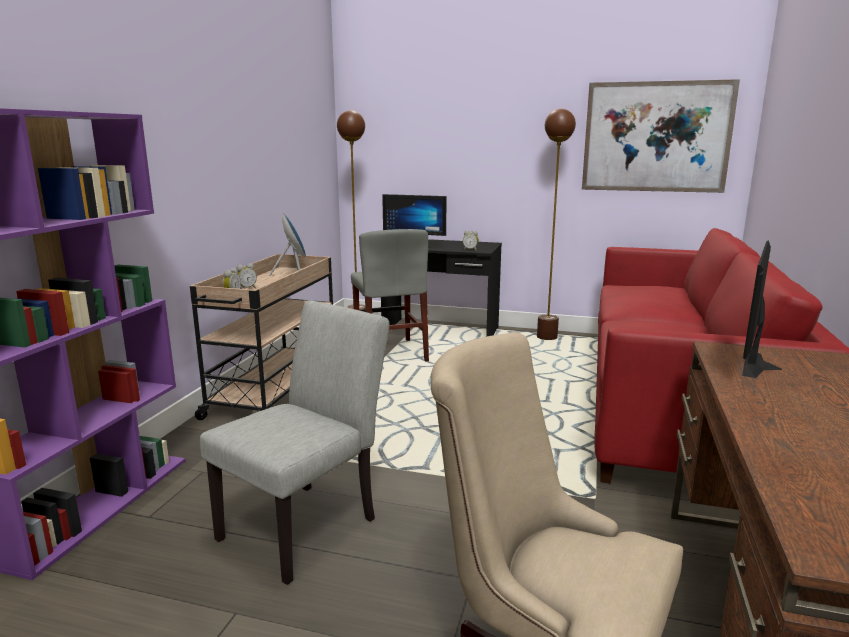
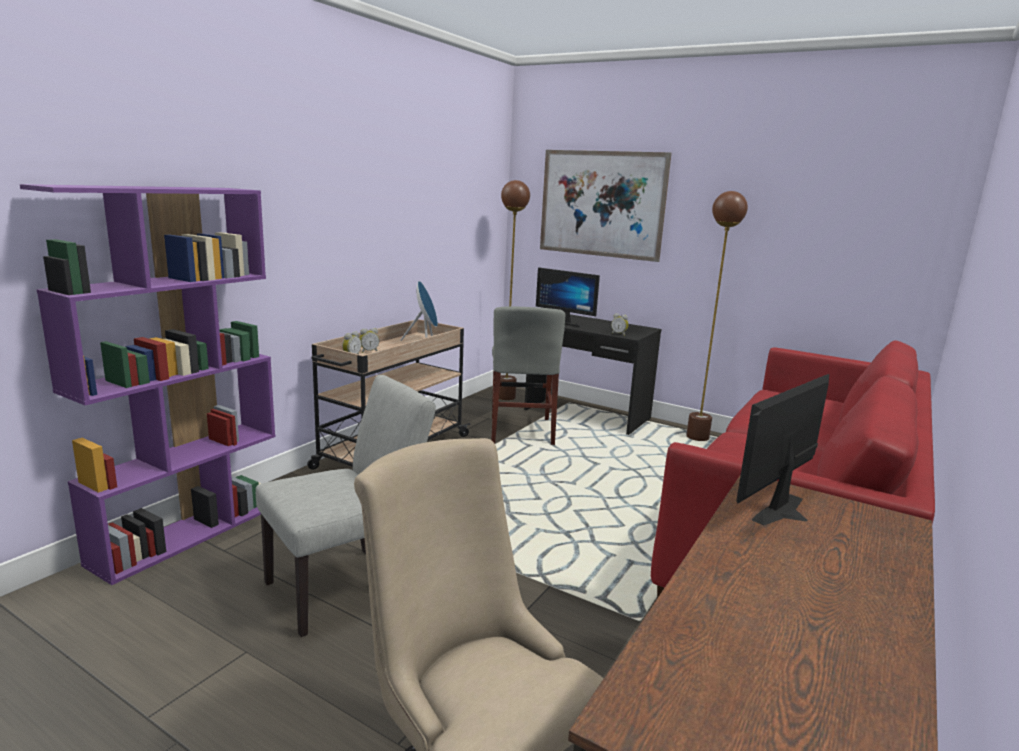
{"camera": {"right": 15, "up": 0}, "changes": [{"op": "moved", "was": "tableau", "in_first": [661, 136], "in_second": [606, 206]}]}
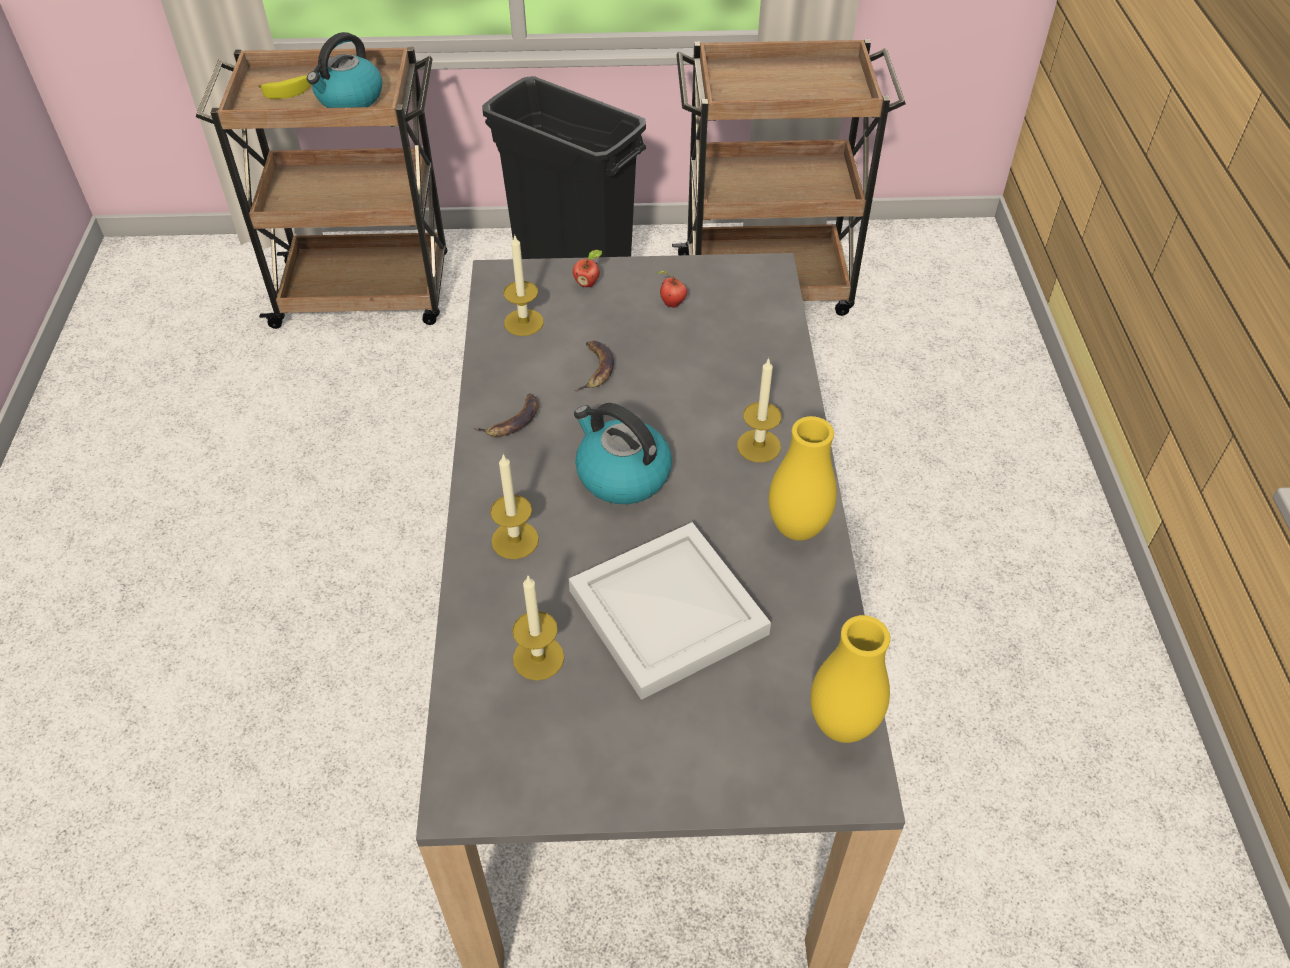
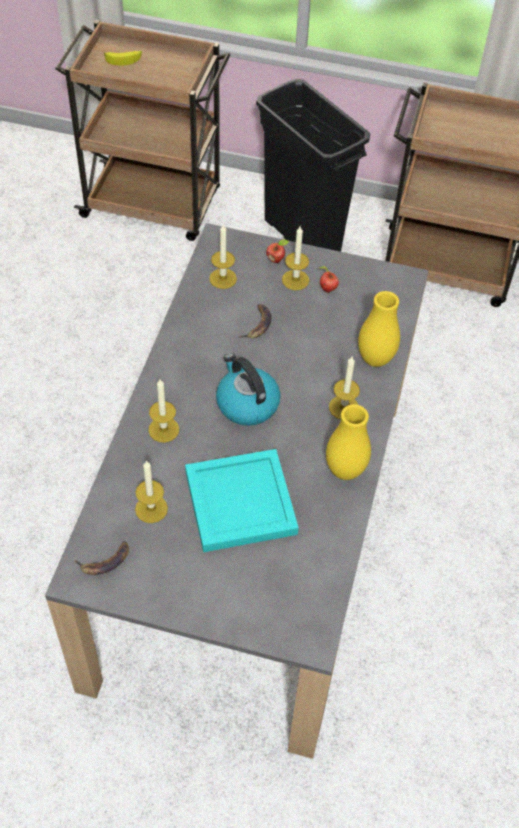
{"camera": {"right": 15, "up": 5}, "changes": [{"op": "removed", "was": "bouilloire", "in_first": [345, 70]}, {"op": "moved", "was": "banane", "in_first": [506, 415], "in_second": [101, 558]}, {"op": "recoloured", "was": "plateau/blanc", "now": "plateau/turquoise", "in_first": [670, 611], "in_second": [242, 500]}, {"op": "moved", "was": "vase/jaune", "in_first": [850, 679], "in_second": [379, 329]}, {"op": "added", "now": "bougie", "in_second": [295, 258]}]}
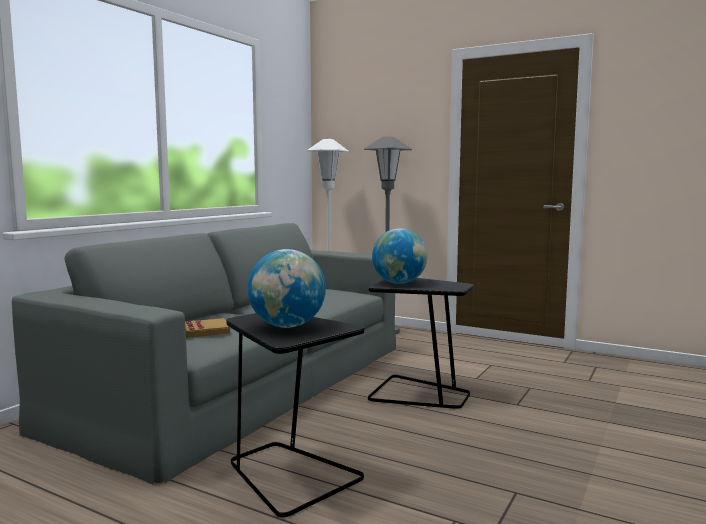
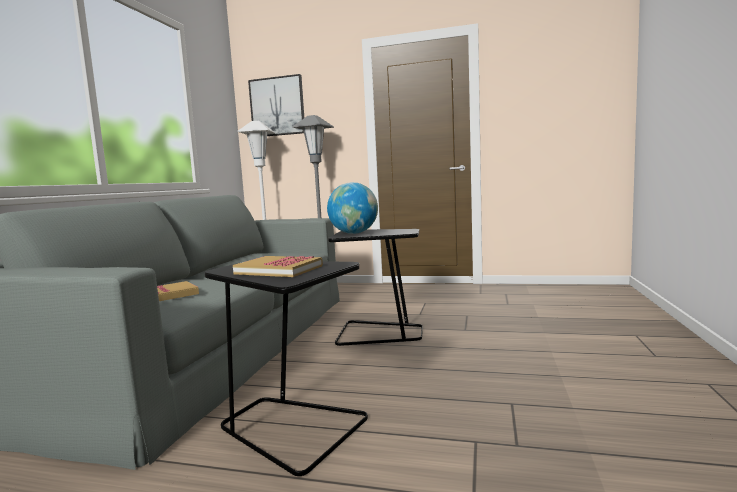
{"camera": {"right": -15, "up": 0}, "changes": [{"op": "replaced", "was": "globe", "now": "livre", "in_first": [286, 288], "in_second": [278, 266]}, {"op": "added", "now": "tableau", "in_second": [276, 105]}]}
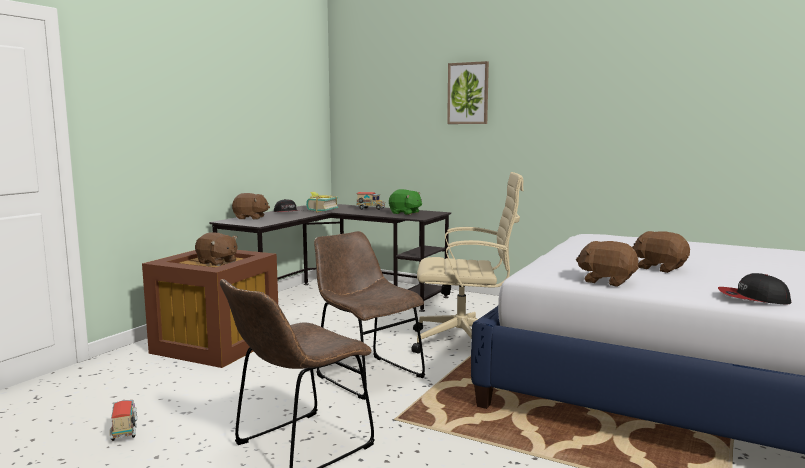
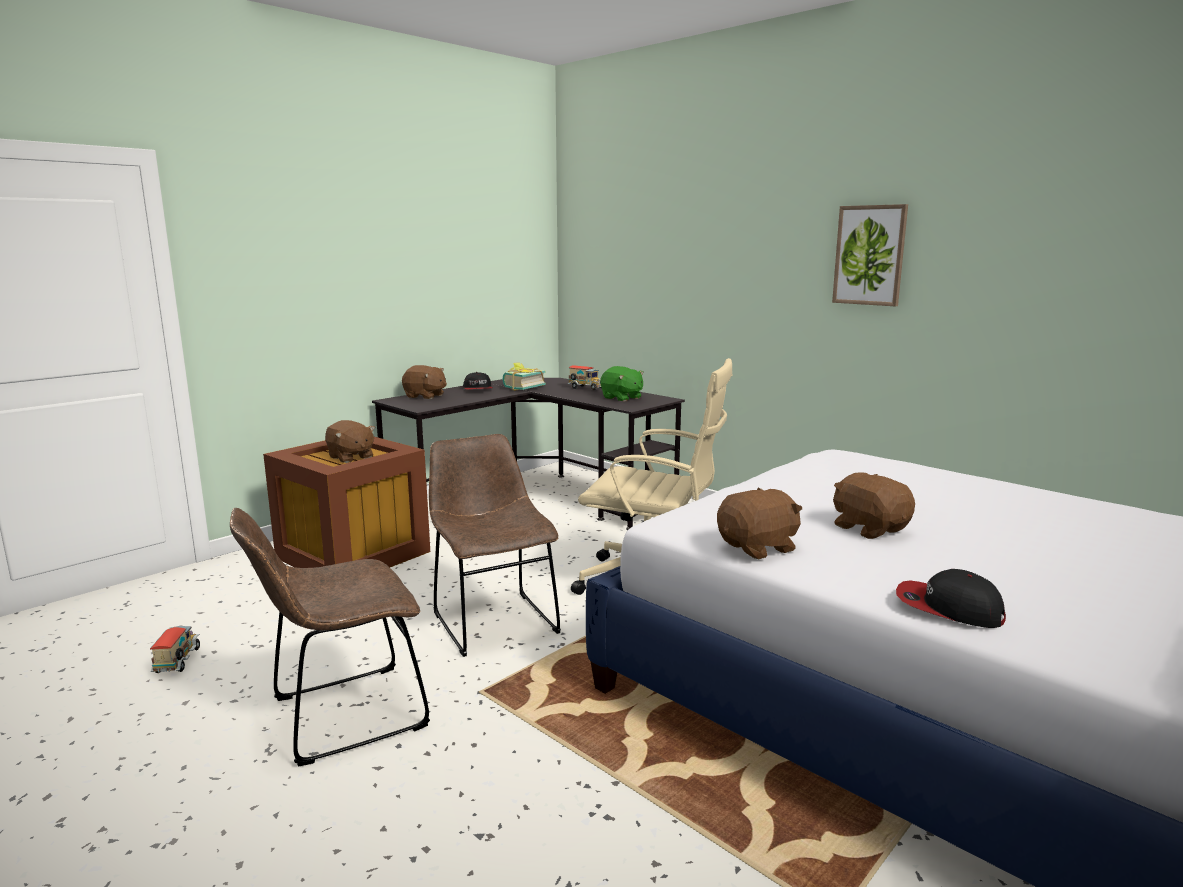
{"camera": {"right": 15, "up": 5}, "changes": [{"op": "moved", "was": "tableau", "in_first": [468, 92], "in_second": [870, 255]}, {"op": "turned", "was": "peluche/marron", "in_first": [607, 263], "in_second": [759, 523], "clockwise": 105}]}
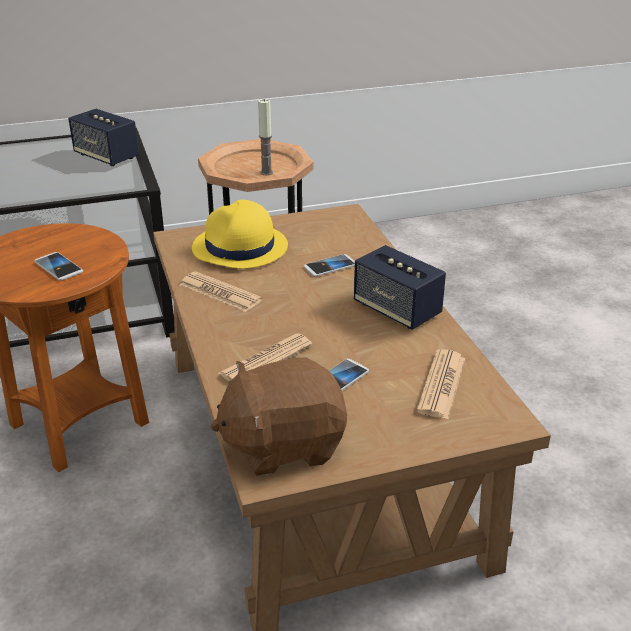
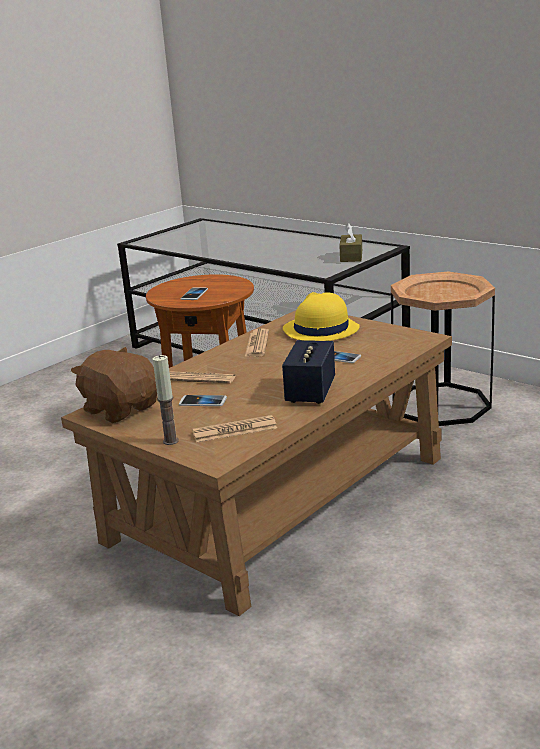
{"camera": {"right": 60, "up": -10}, "changes": [{"op": "replaced", "was": "enceinte", "now": "boîte à mouchoirs/marron", "in_first": [103, 137], "in_second": [350, 242]}, {"op": "moved", "was": "bougie", "in_first": [265, 137], "in_second": [165, 400]}]}
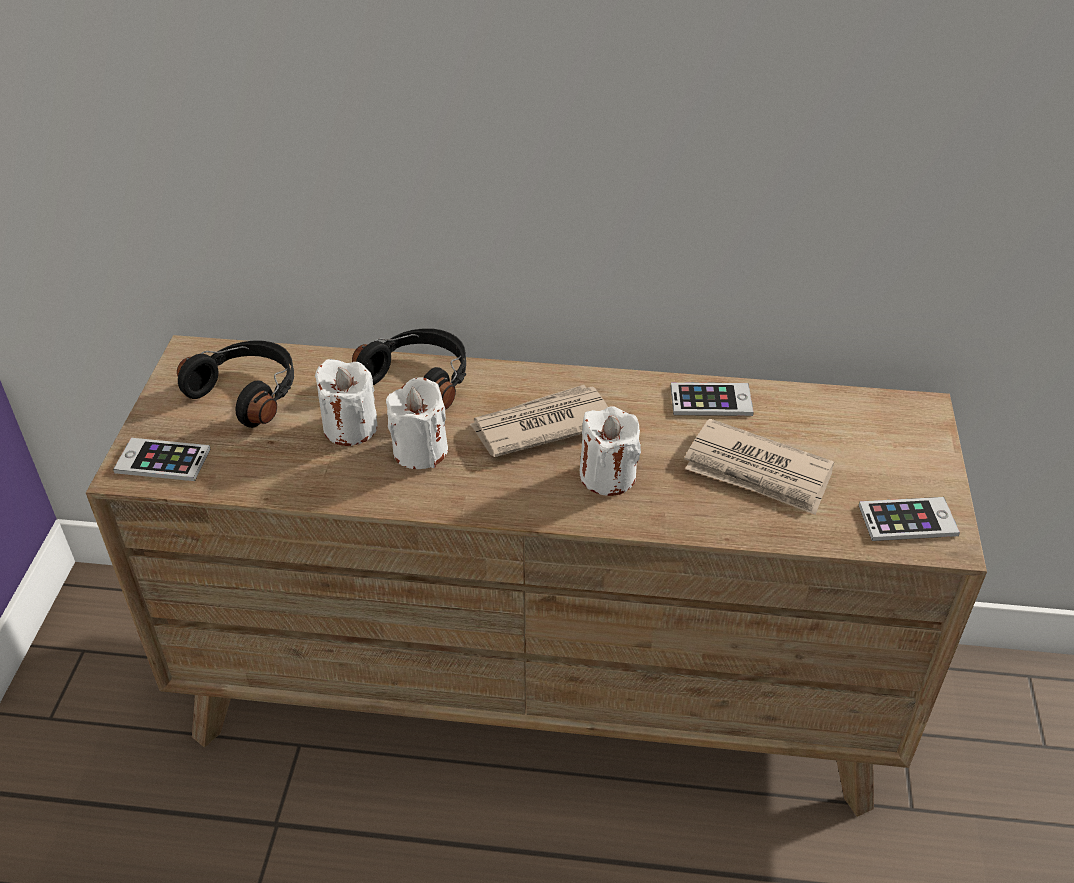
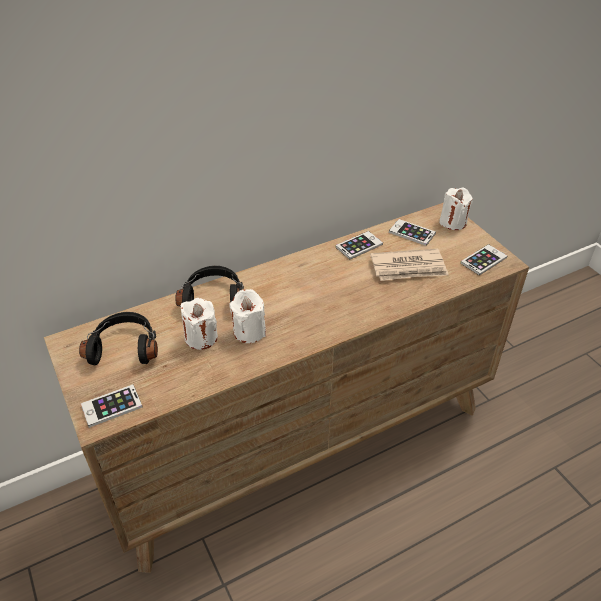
{"camera": {"right": -35, "up": 0}, "changes": [{"op": "removed", "was": "journal", "in_first": [538, 421]}, {"op": "moved", "was": "bougie/blanc", "in_first": [610, 451], "in_second": [456, 209]}, {"op": "added", "now": "téléphone", "in_second": [412, 232]}]}
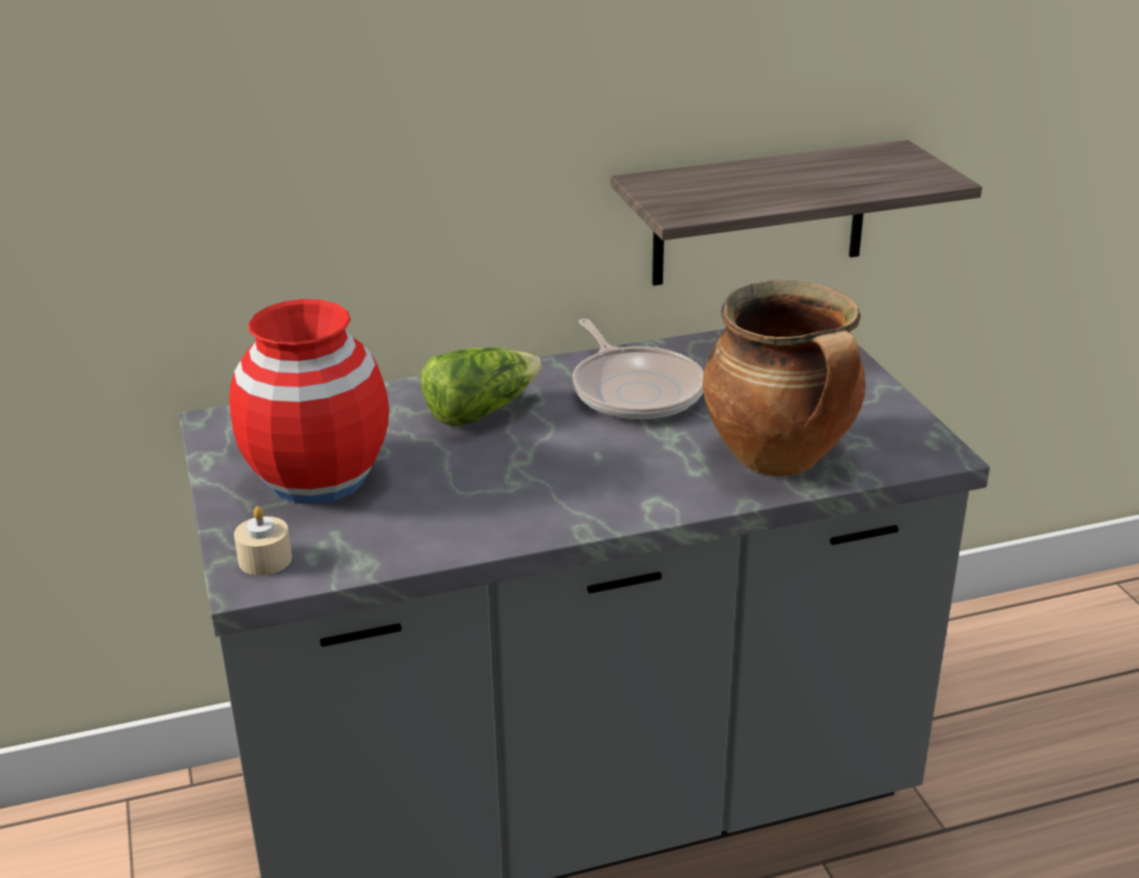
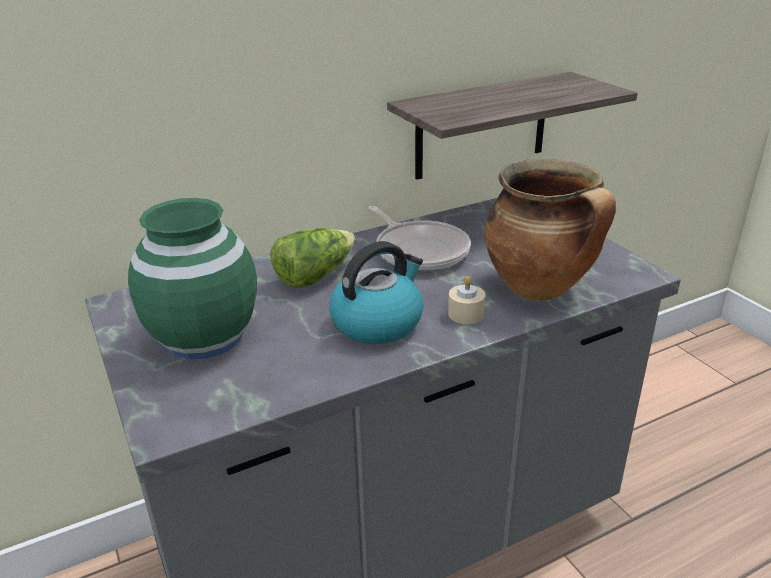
{"camera": {"right": -10, "up": 0}, "changes": [{"op": "recoloured", "was": "vase/rouge", "now": "vase/vert", "in_first": [309, 401], "in_second": [192, 278]}, {"op": "moved", "was": "bougie/beige", "in_first": [263, 541], "in_second": [467, 300]}, {"op": "added", "now": "bouilloire", "in_second": [376, 292]}]}
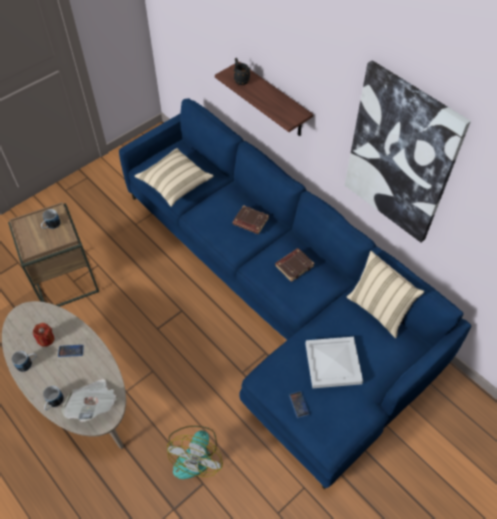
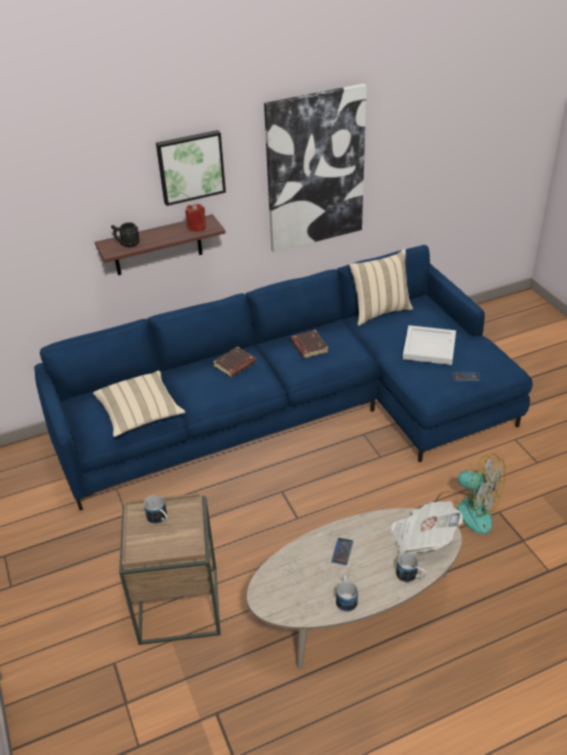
{"camera": {"right": -70, "up": -15}, "changes": [{"op": "moved", "was": "bougie/rouge", "in_first": [43, 335], "in_second": [195, 218]}, {"op": "added", "now": "tableau", "in_second": [191, 168]}]}
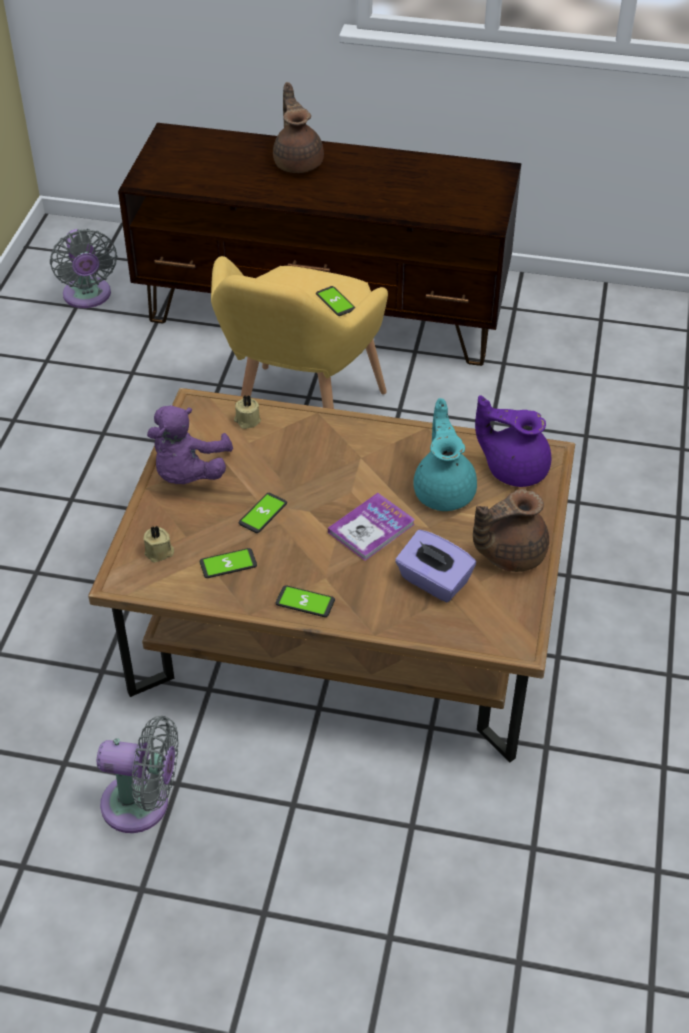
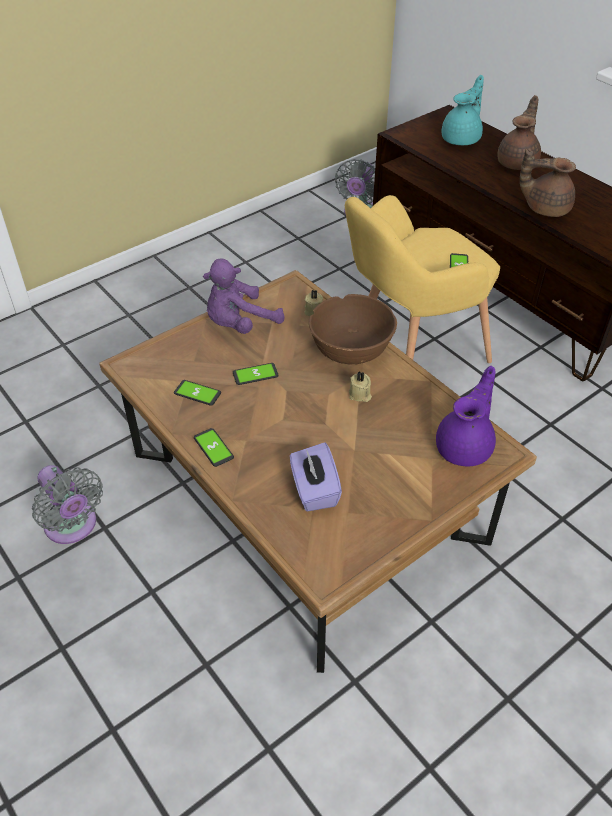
{"camera": {"right": 40, "up": 0}, "changes": [{"op": "moved", "was": "bougie/beige", "in_first": [158, 544], "in_second": [360, 386]}, {"op": "removed", "was": "livre", "in_first": [371, 527]}, {"op": "moved", "was": "théière/turquoise", "in_first": [445, 454], "in_second": [463, 110]}, {"op": "moved", "was": "théière/marron", "in_first": [511, 530], "in_second": [548, 182]}, {"op": "turned", "was": "théière/violet", "in_first": [513, 441], "in_second": [466, 416], "clockwise": 60}, {"op": "added", "now": "bol/marron", "in_second": [353, 329]}]}
